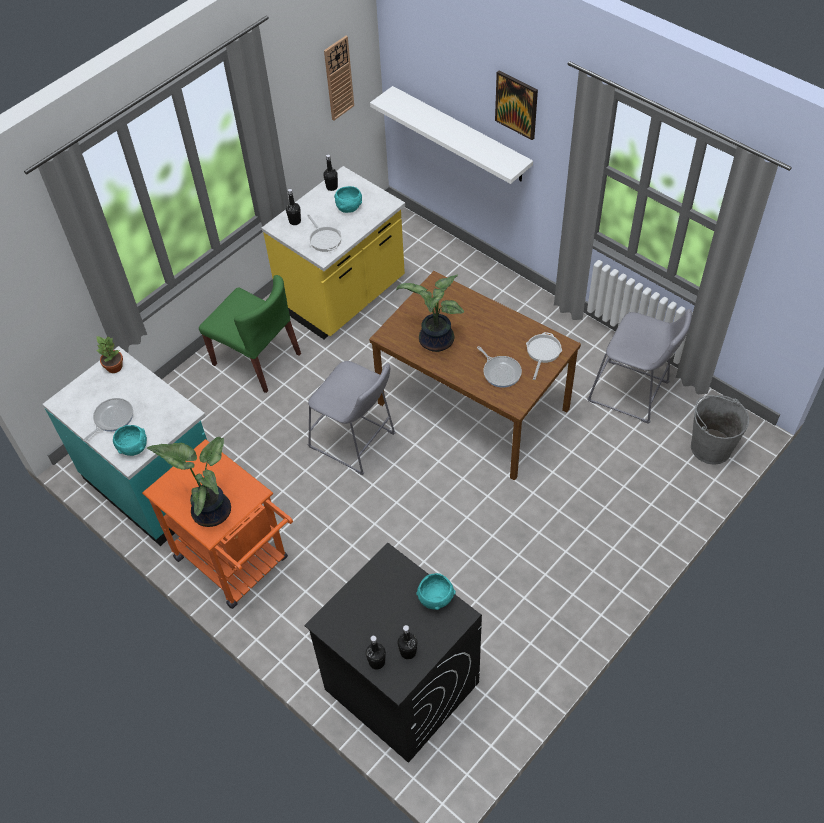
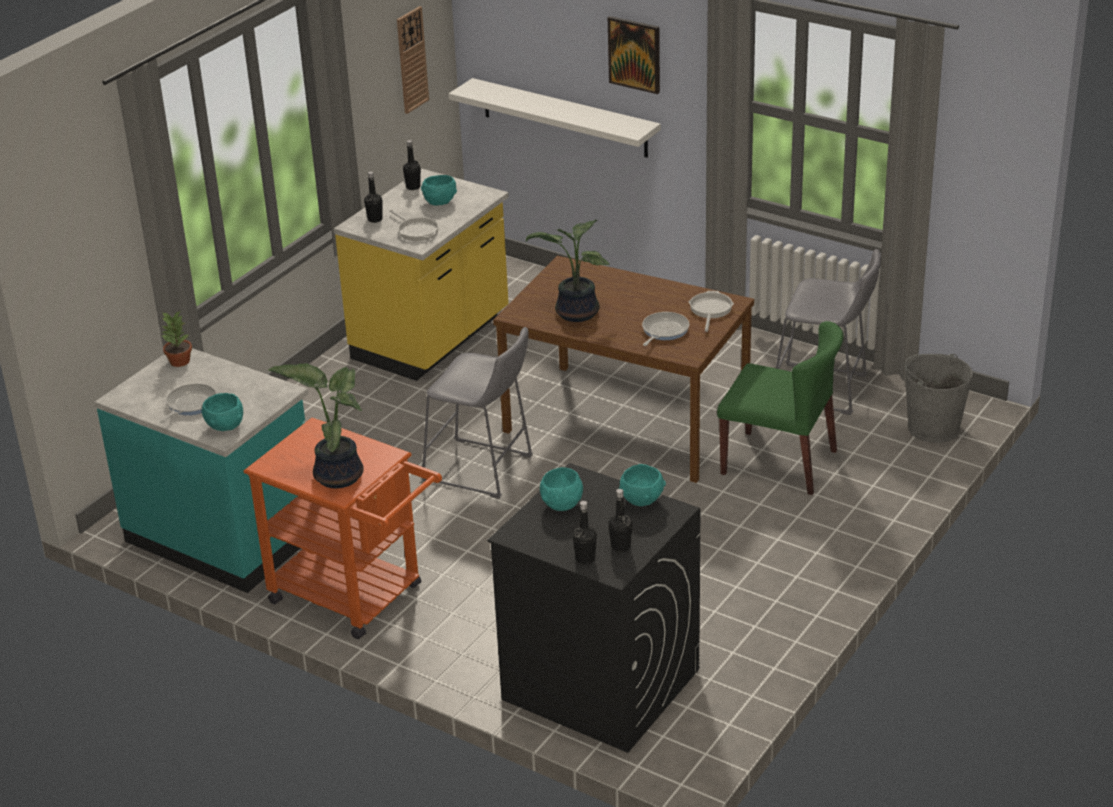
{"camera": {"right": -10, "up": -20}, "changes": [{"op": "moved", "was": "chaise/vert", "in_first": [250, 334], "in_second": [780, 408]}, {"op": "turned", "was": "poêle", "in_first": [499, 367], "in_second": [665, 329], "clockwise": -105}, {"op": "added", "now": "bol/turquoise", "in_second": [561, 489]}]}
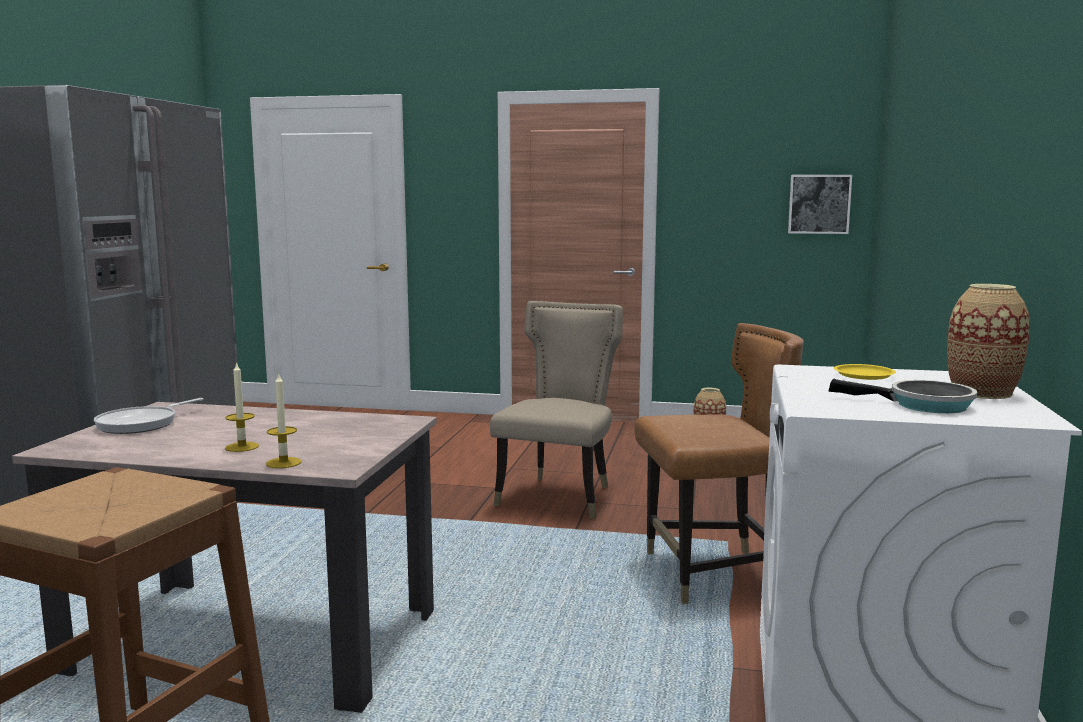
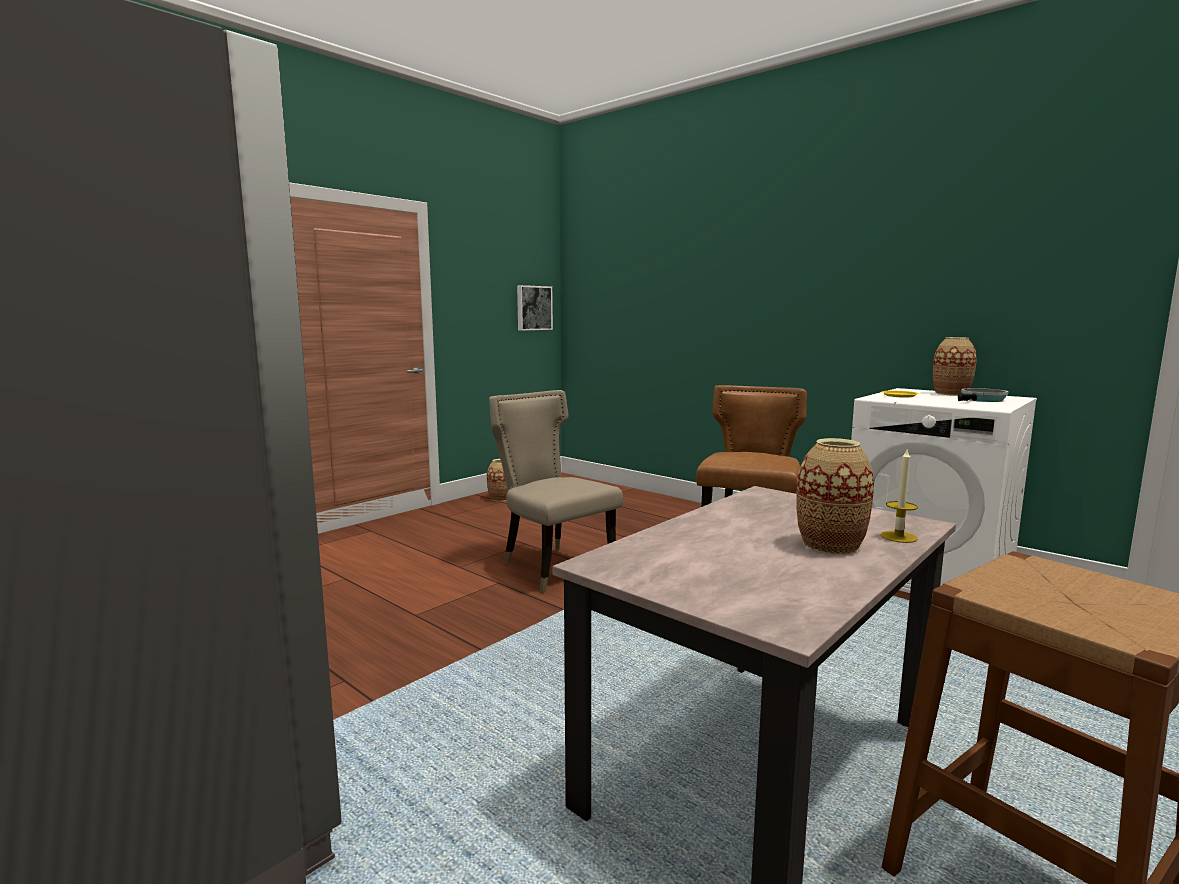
{"camera": {"right": -60, "up": 0}, "changes": [{"op": "removed", "was": "poêle", "in_first": [149, 416]}, {"op": "replaced", "was": "bougie", "now": "vase", "in_first": [242, 406], "in_second": [835, 496]}]}
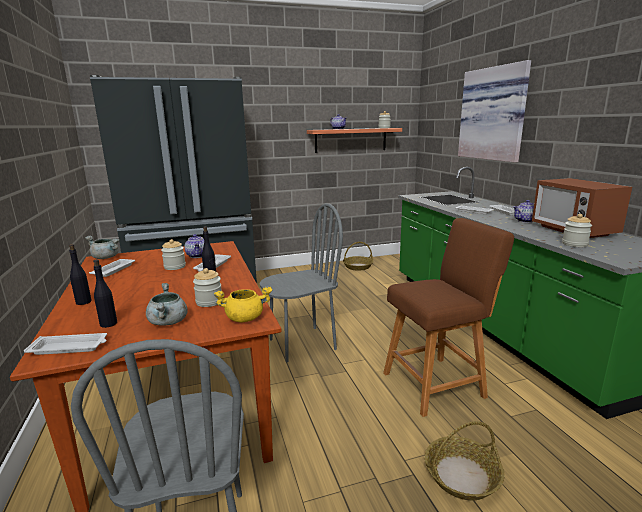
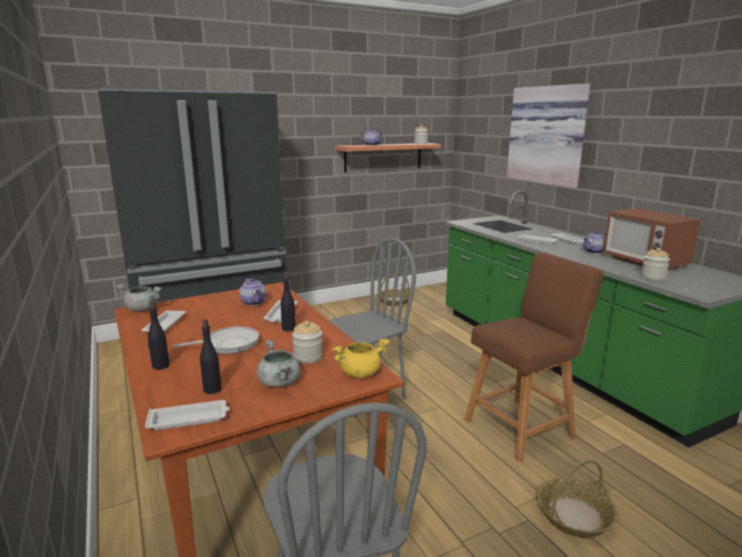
{"camera": {"right": -10, "up": 0}, "changes": [{"op": "removed", "was": "bocal", "in_first": [173, 254]}, {"op": "added", "now": "poêle", "in_second": [216, 340]}]}
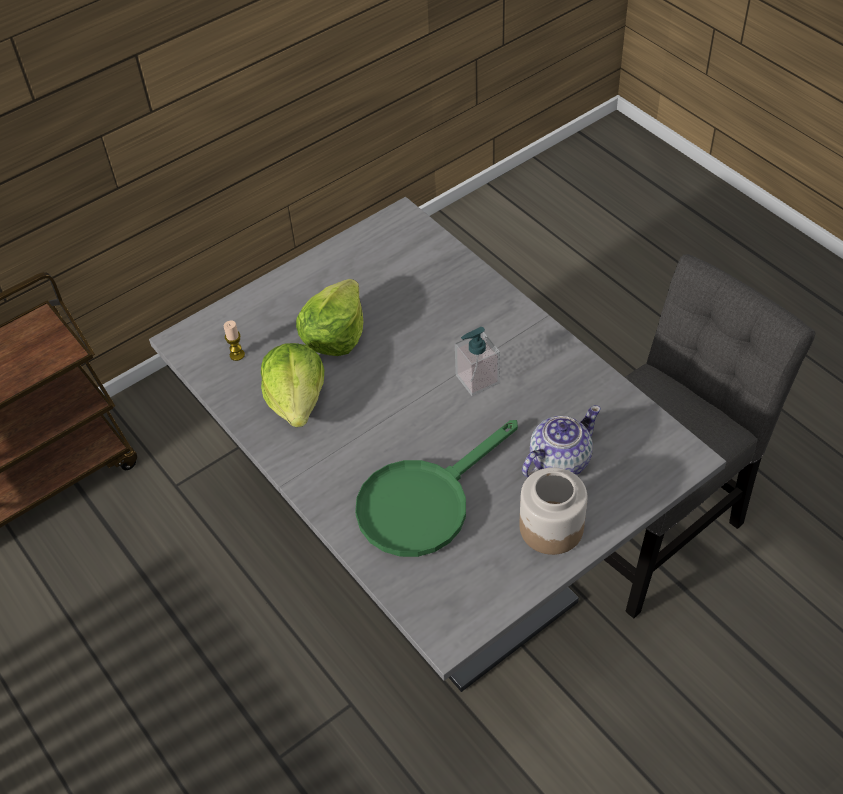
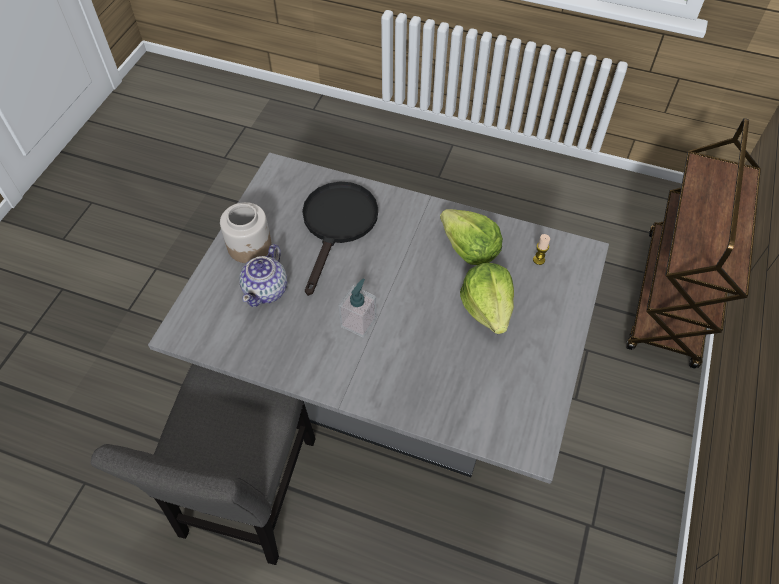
{"camera": {"right": 145, "up": 5}, "changes": [{"op": "recoloured", "was": "poêle/vert", "now": "poêle/noir", "in_first": [436, 488], "in_second": [340, 239]}]}
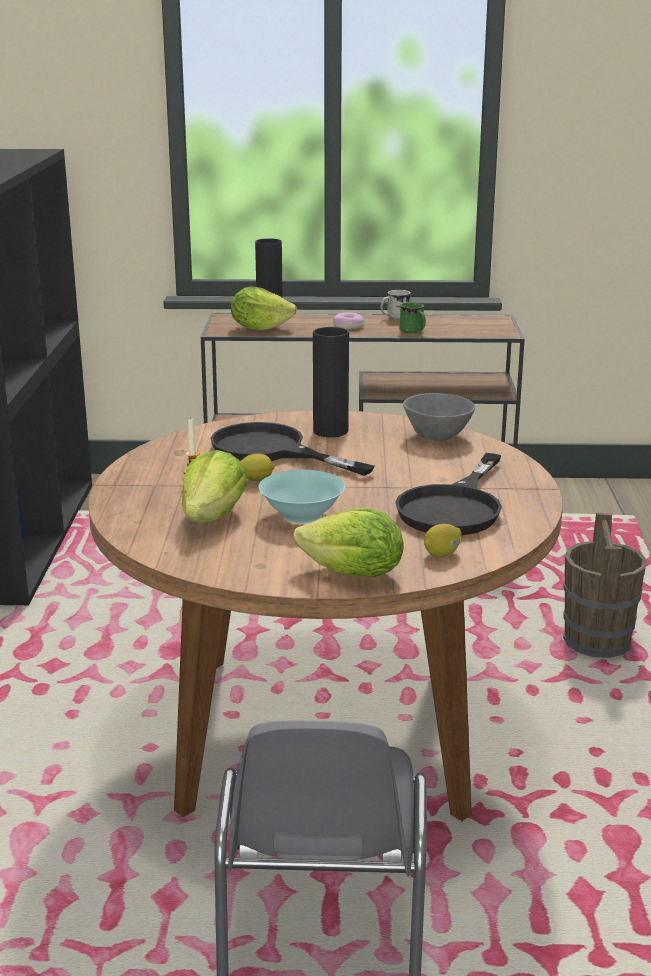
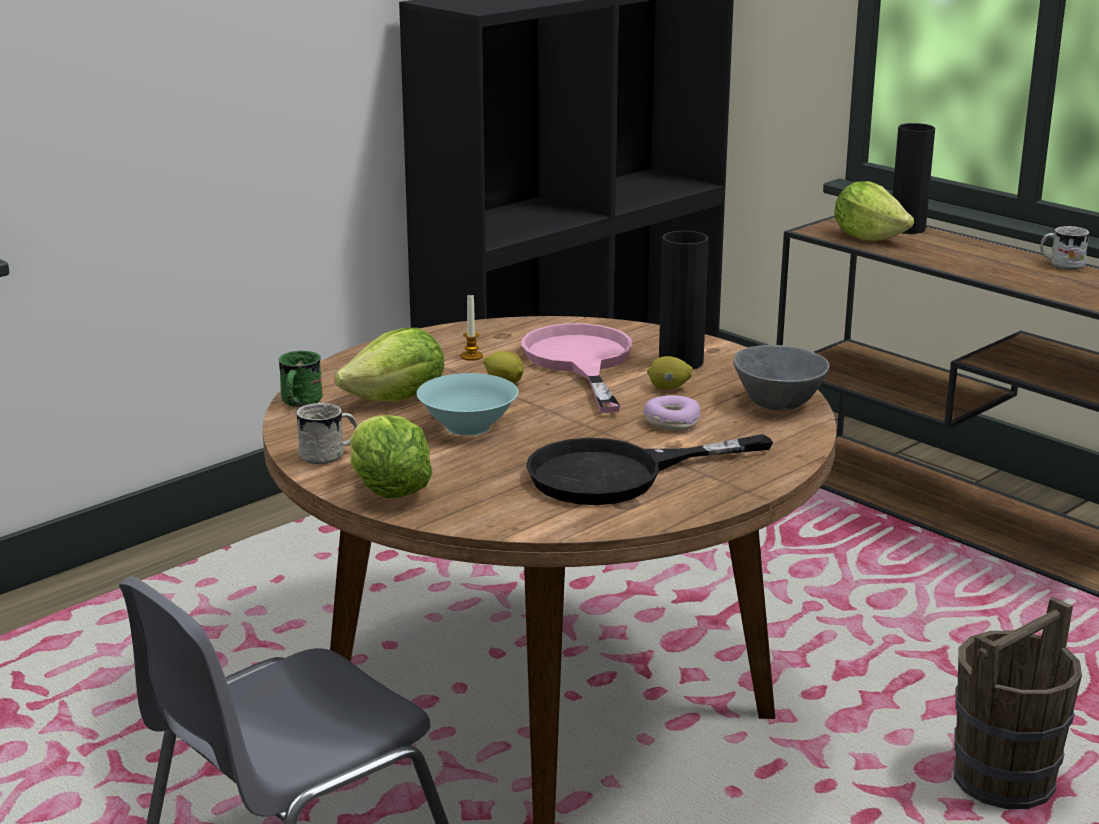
{"camera": {"right": 45, "up": 0}, "changes": [{"op": "recoloured", "was": "poêle/noir", "now": "poêle/rose", "in_first": [292, 449], "in_second": [577, 368]}, {"op": "moved", "was": "beignet", "in_first": [348, 320], "in_second": [671, 413]}, {"op": "moved", "was": "mug/vert", "in_first": [412, 317], "in_second": [301, 379]}, {"op": "moved", "was": "citron", "in_first": [442, 540], "in_second": [670, 373]}, {"op": "added", "now": "mug/blanc", "in_second": [326, 433]}]}
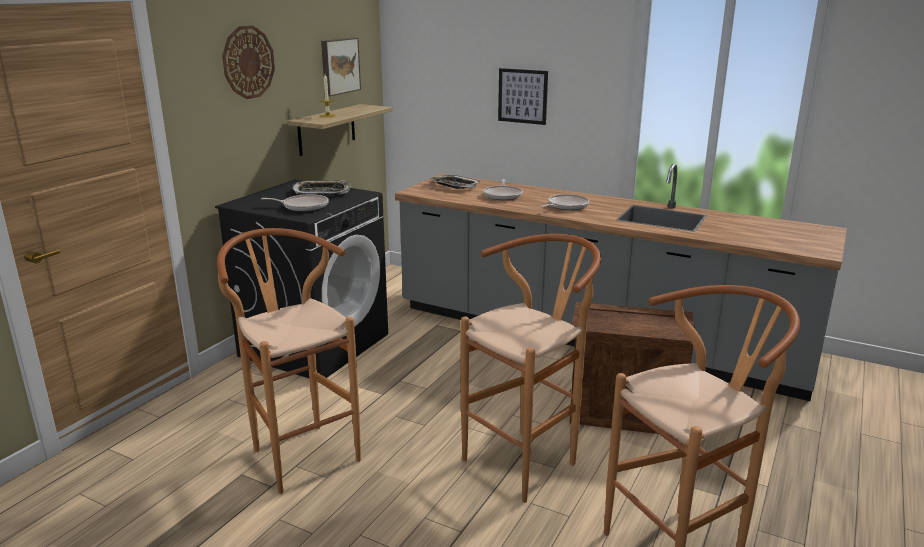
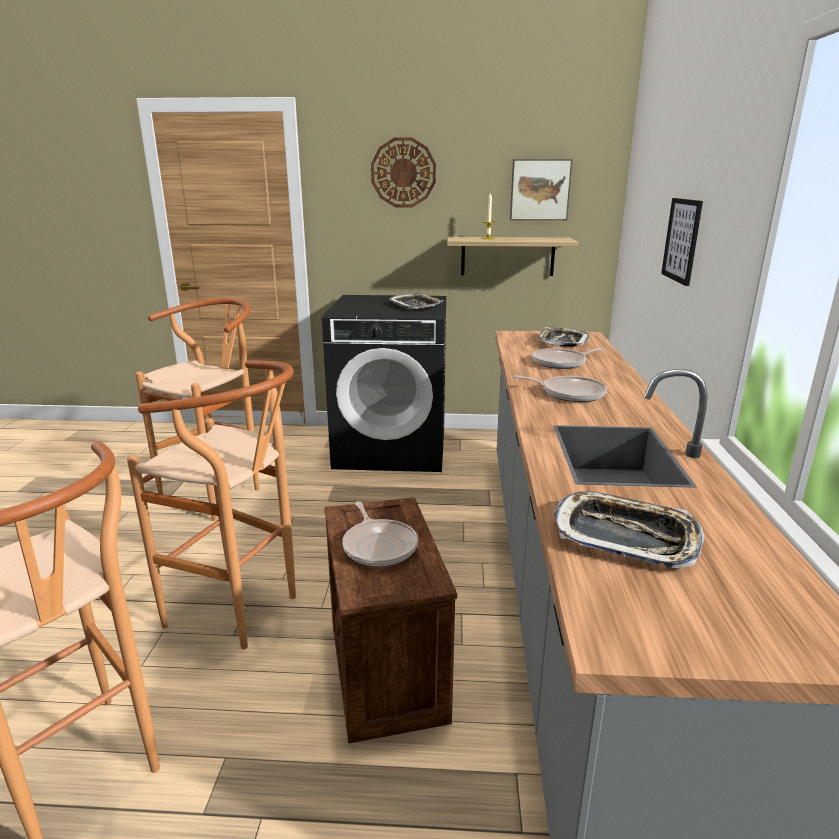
{"camera": {"right": 65, "up": 0}, "changes": [{"op": "moved", "was": "poêle", "in_first": [295, 203], "in_second": [380, 533]}, {"op": "added", "now": "plateau", "in_second": [629, 529]}]}
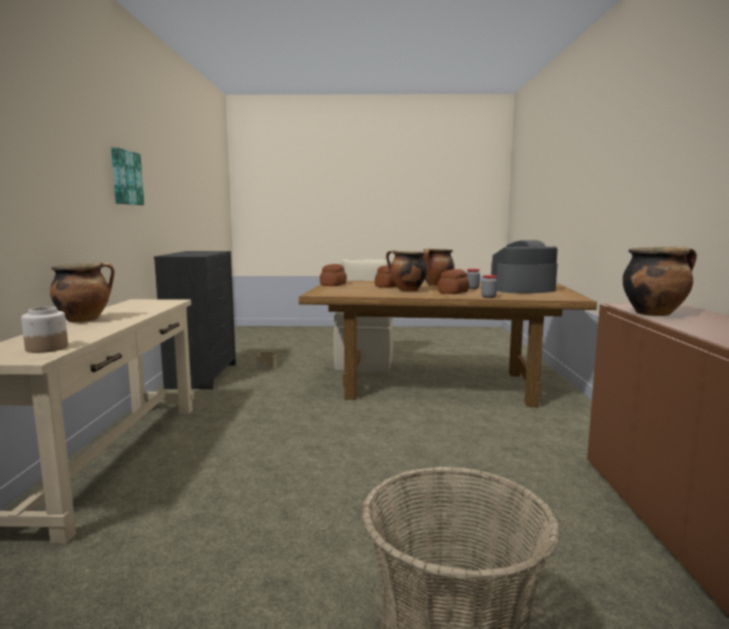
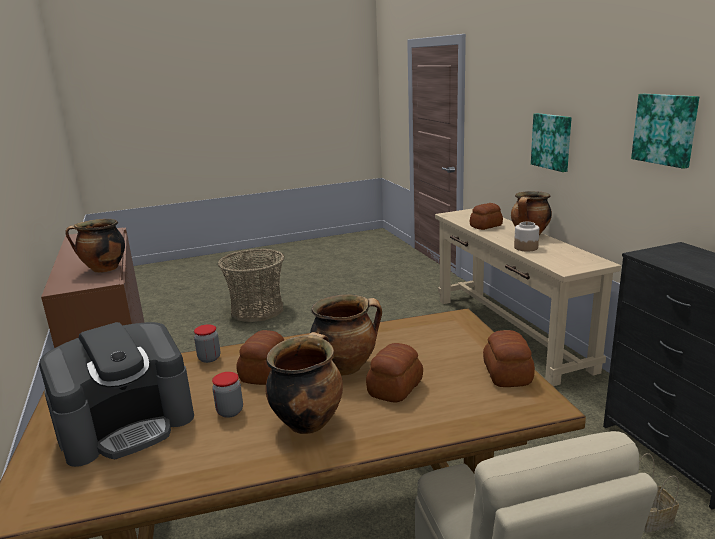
{"camera": {"right": 160, "up": 10}, "changes": [{"op": "moved", "was": "bocal", "in_first": [44, 330], "in_second": [526, 237]}, {"op": "added", "now": "pain", "in_second": [486, 216]}, {"op": "added", "now": "tableau", "in_second": [551, 142]}]}
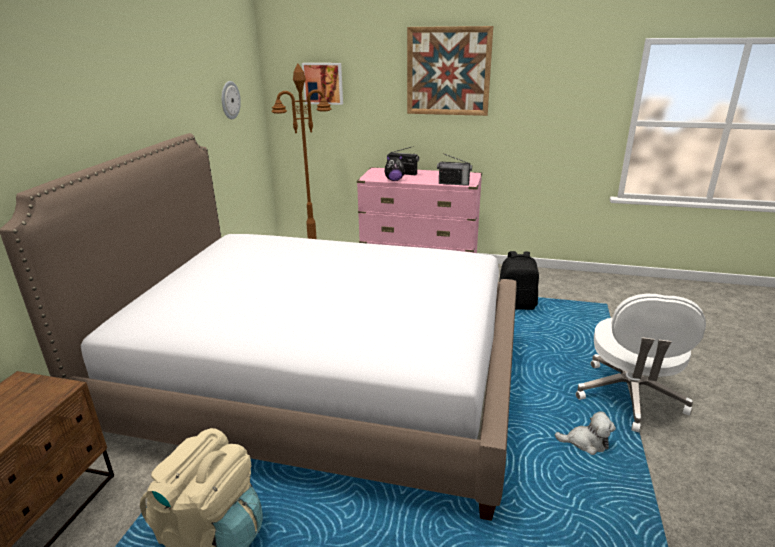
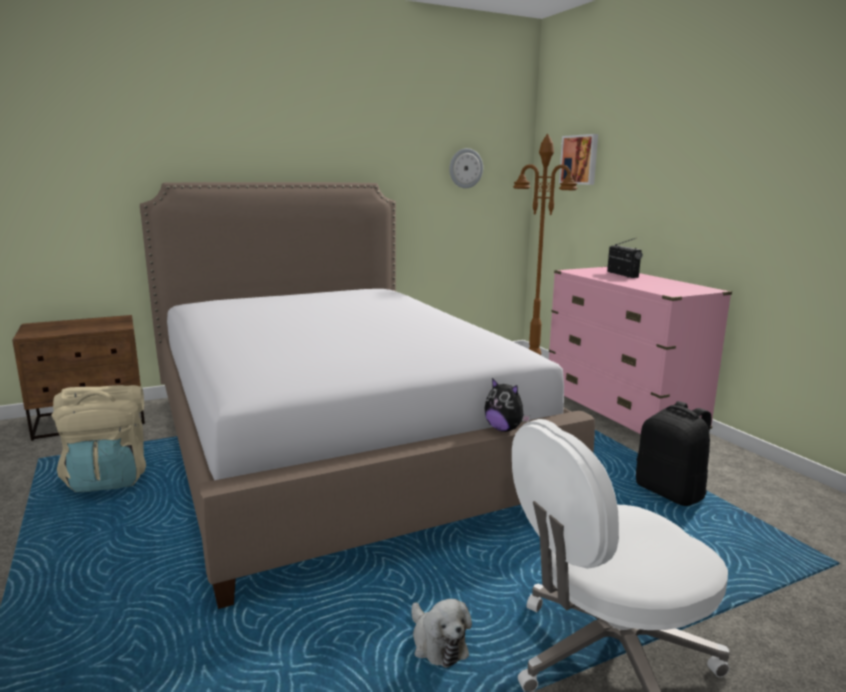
{"camera": {"right": 50, "up": -10}, "changes": [{"op": "moved", "was": "peluche", "in_first": [394, 168], "in_second": [508, 405]}, {"op": "removed", "was": "tableau", "in_first": [450, 71]}, {"op": "removed", "was": "radio", "in_first": [454, 169]}]}
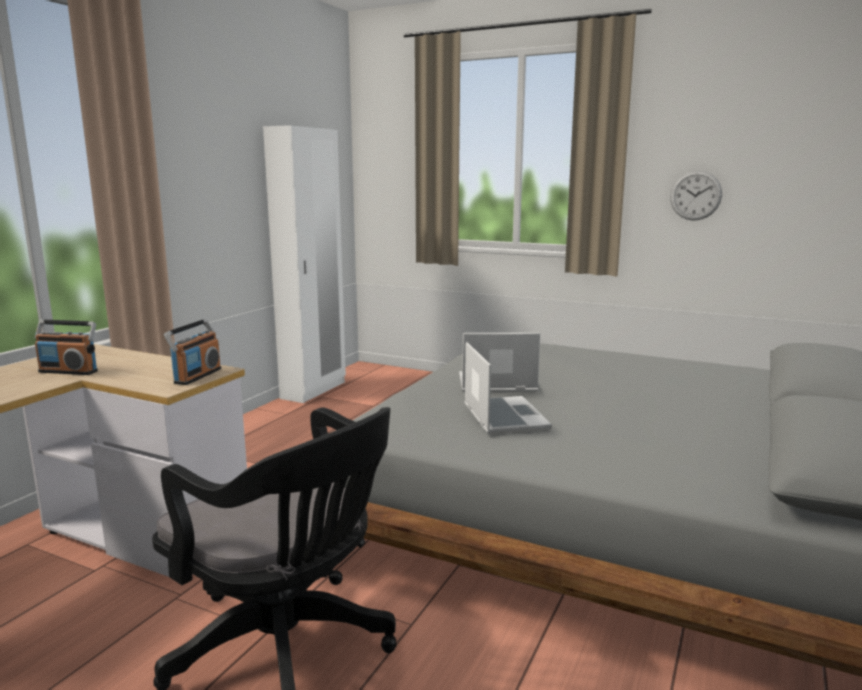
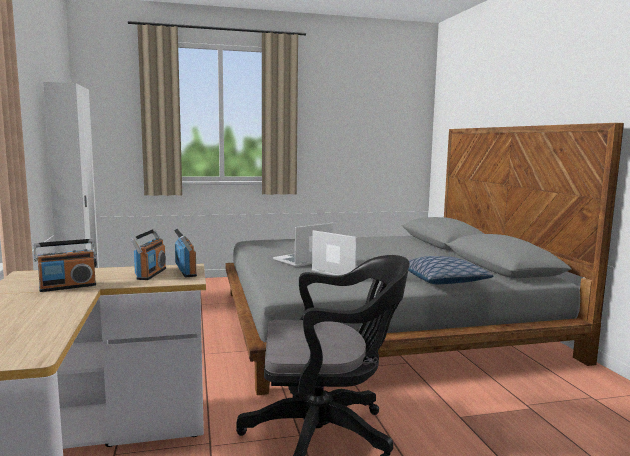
{"camera": {"right": -40, "up": -5}, "changes": [{"op": "removed", "was": "horloge murale", "in_first": [696, 196]}, {"op": "added", "now": "radio", "in_second": [148, 254]}, {"op": "added", "now": "coussin", "in_second": [450, 270]}]}
